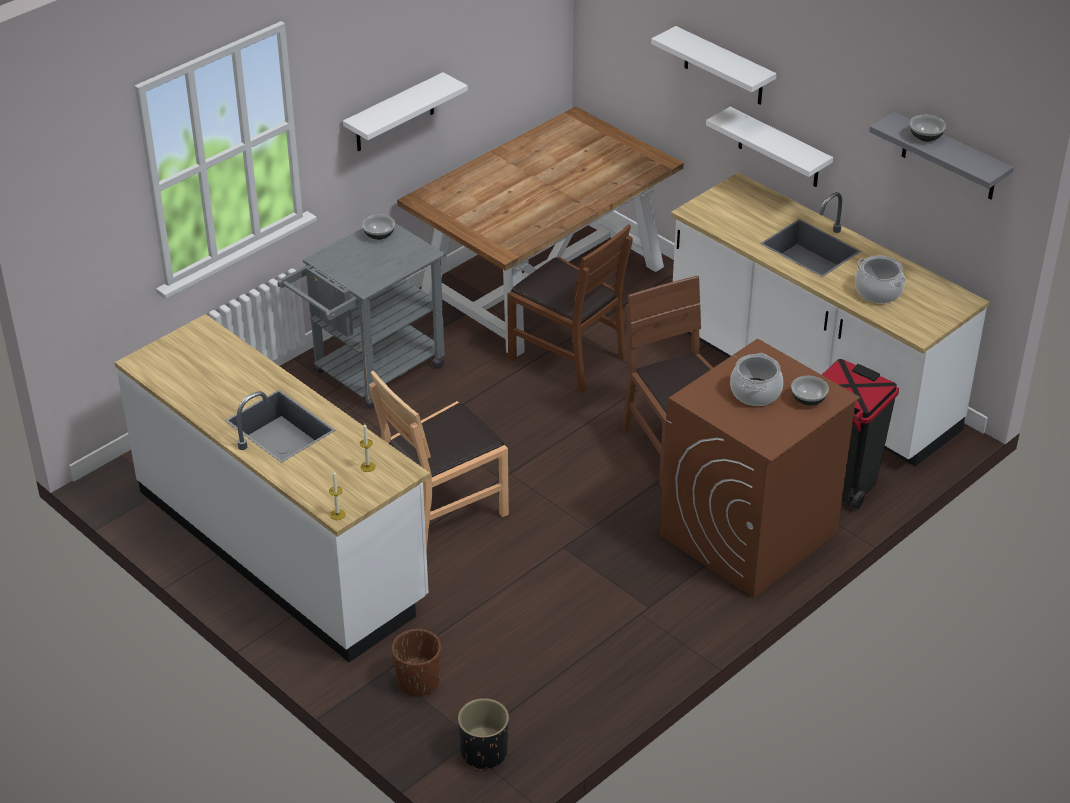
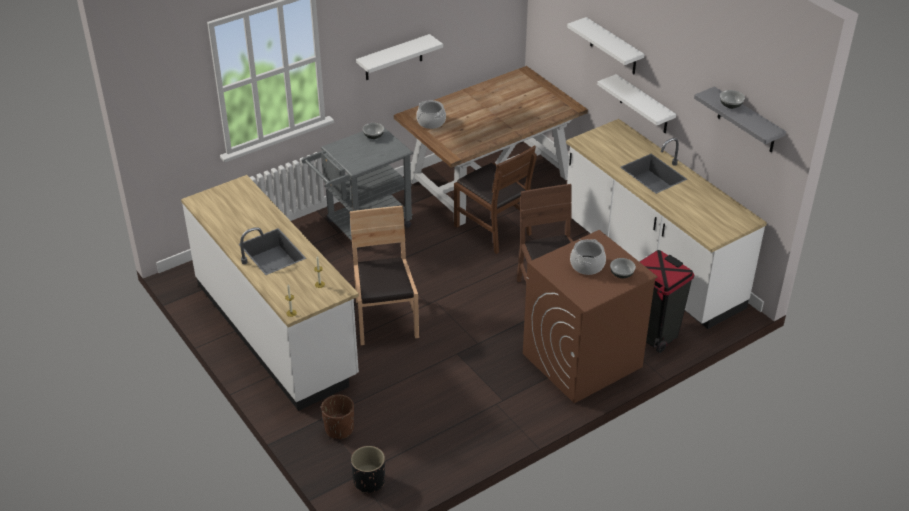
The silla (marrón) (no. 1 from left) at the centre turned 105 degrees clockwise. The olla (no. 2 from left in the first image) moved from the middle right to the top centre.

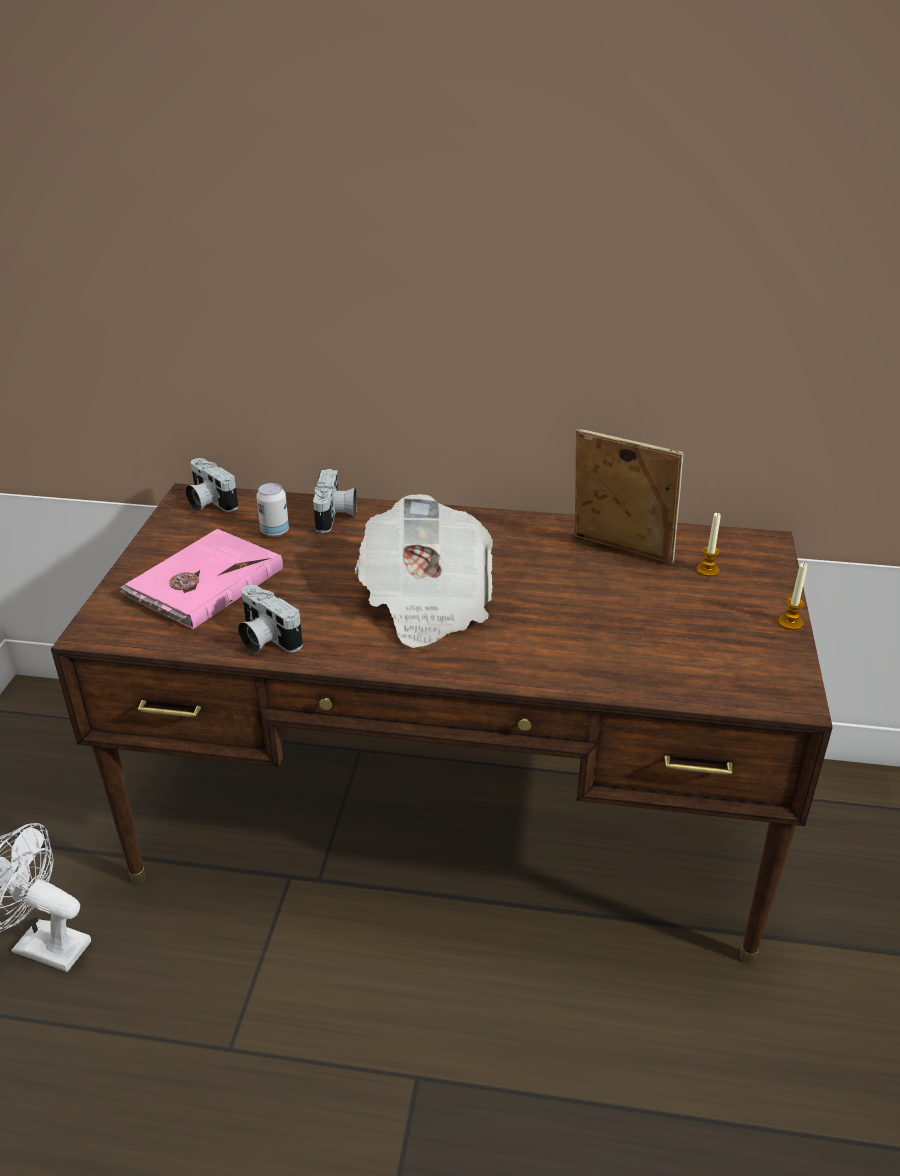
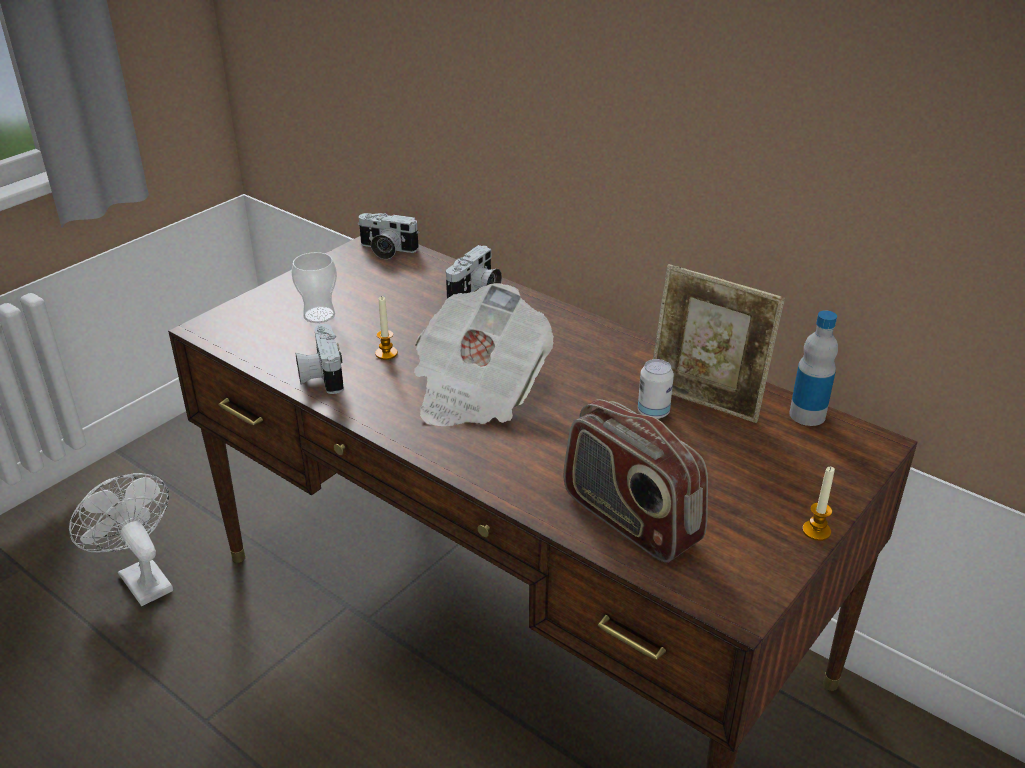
The libro (rosa) at the middle left was replaced by the taza at the middle left. The cámara (no. 1 from left in the first image) at the middle left turned 60 degrees counterclockwise. The lata moved from the middle left to the centre. The portarretratos at the middle right turned 150 degrees clockwise. The vela (no. 1 from left) moved from the middle right to the centre. The radio at the centre appeared. The botella at the middle right appeared.

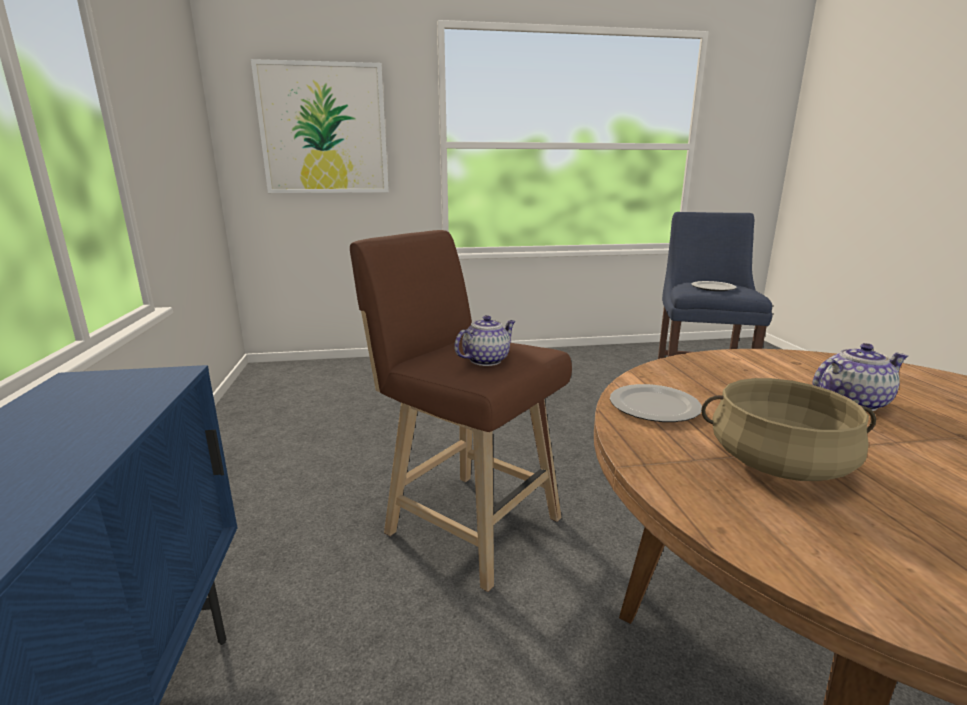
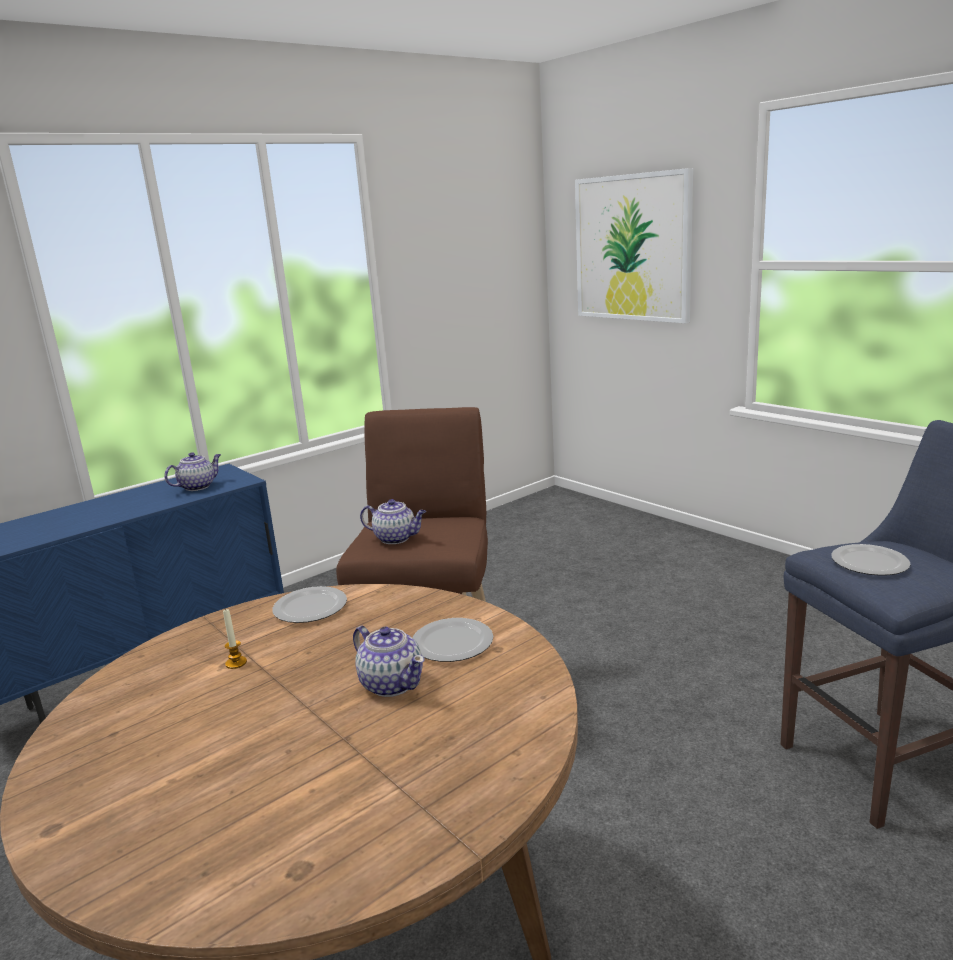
The olla (beis) at the middle right was replaced by the vela at the middle left. The tetera (no. 1 from left) at the middle left appeared. The plato (no. 2 from left) at the bottom centre appeared.

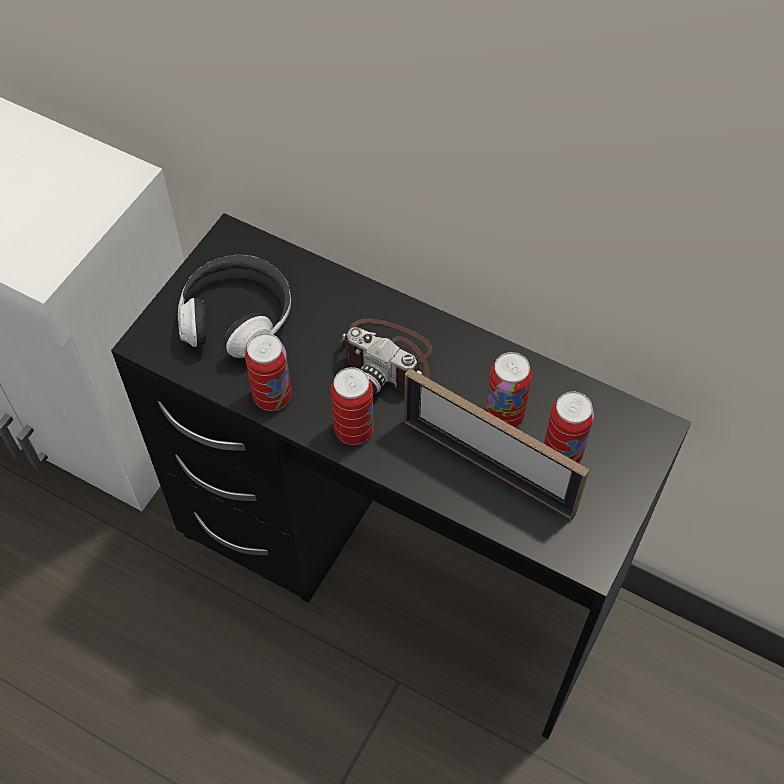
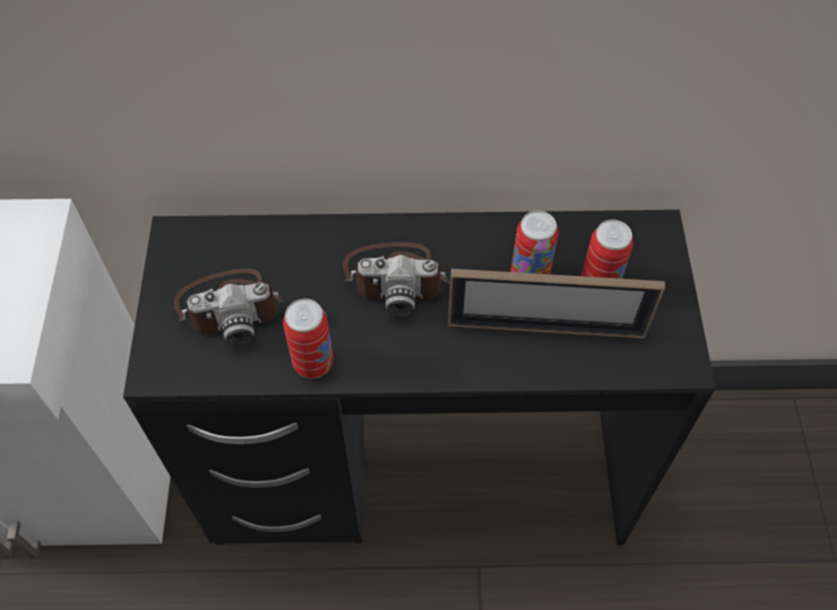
The auriculares at the middle left was replaced by the cámara (no. 1 from left) at the middle left. The lata (no. 2 from left) at the centre disappeared.

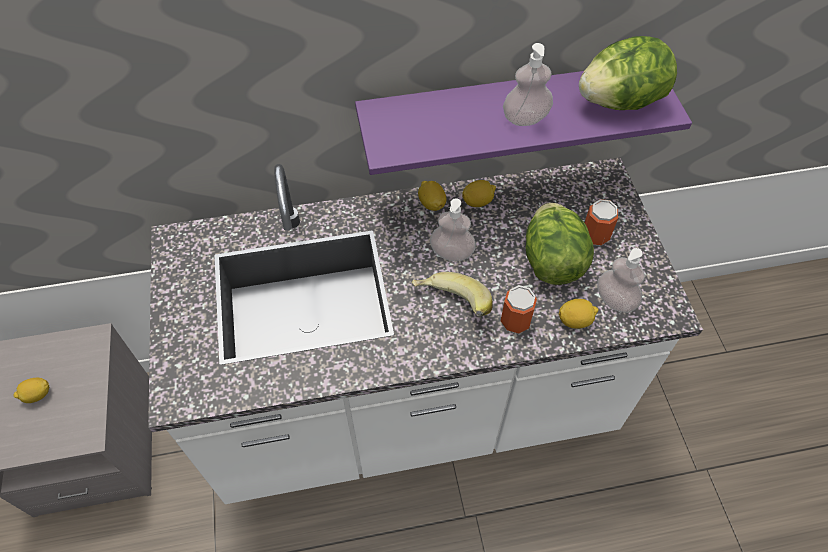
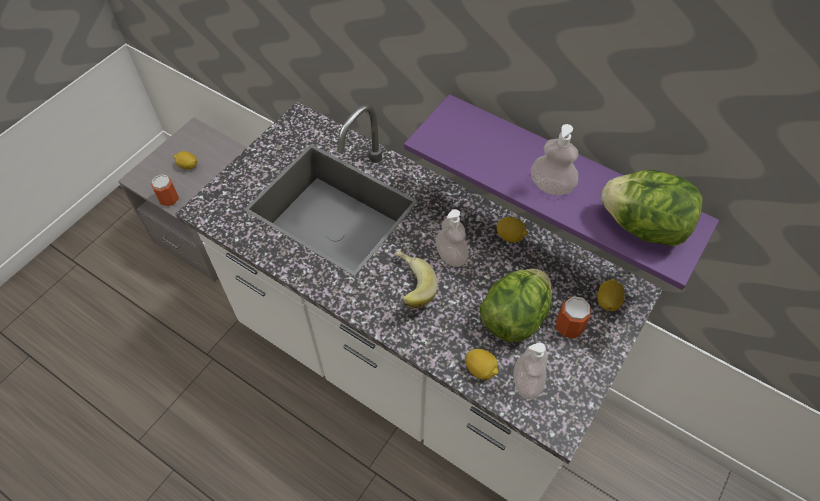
The limón (no. 2 from left in the first image) moved from the centre to the middle right. The lata (no. 1 from left) moved from the centre to the middle left.

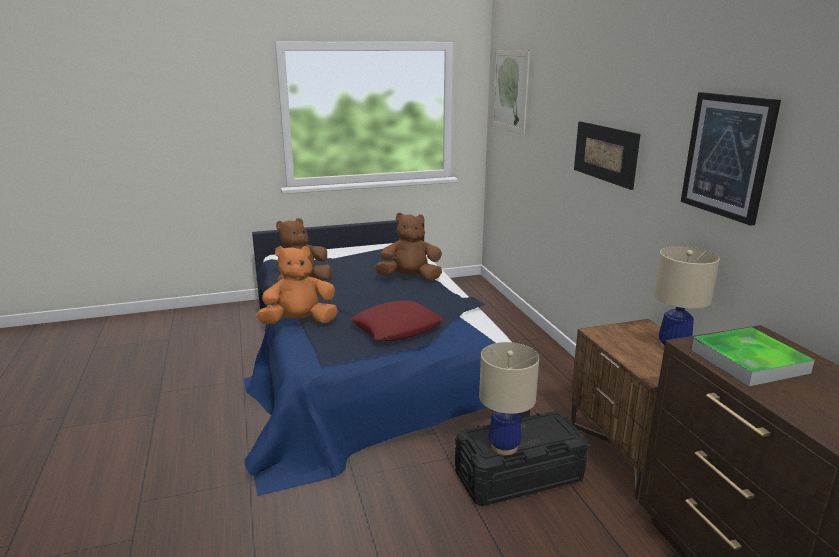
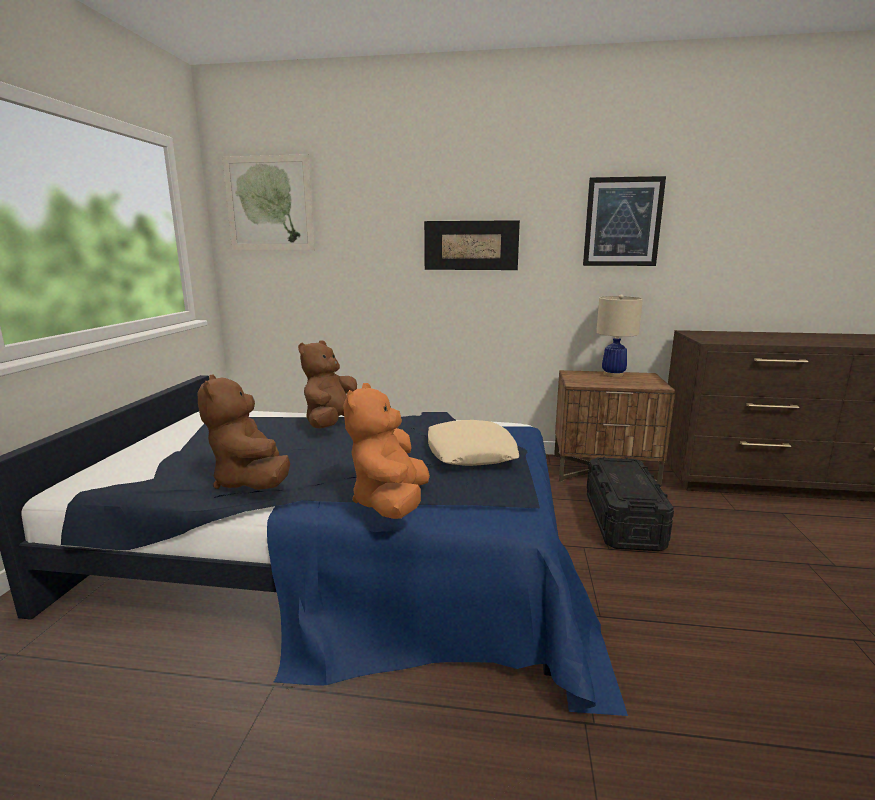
The cojín (rojo) at the centre became the cojín (beis) at the centre. The lámpara de mesa (beis) (no. 1 from left) at the bottom centre disappeared. The bandeja at the middle right disappeared.

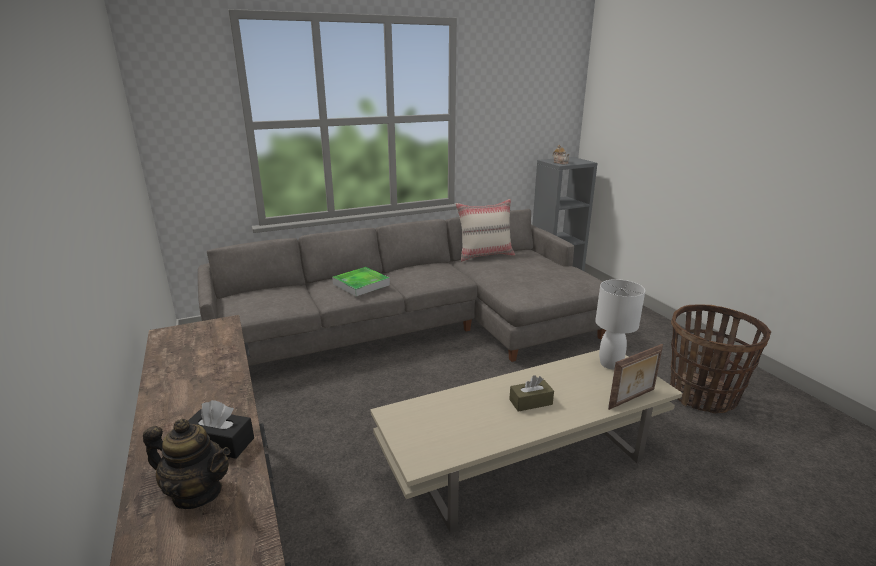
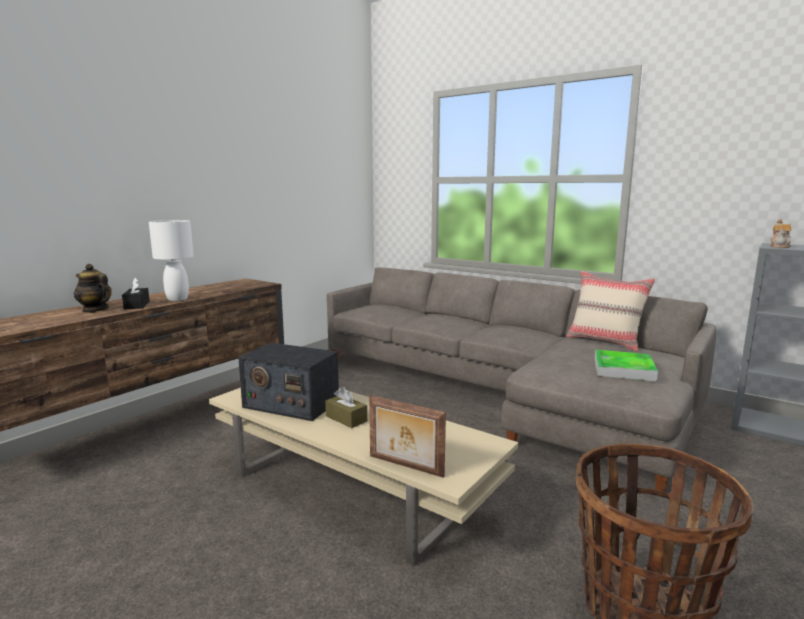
The tetera (no. 1 from left) at the bottom left turned 135 degrees clockwise. The bandeja moved from the centre to the middle right. The lámpara de mesa (blanco) moved from the middle right to the middle left. The radio at the centre appeared.

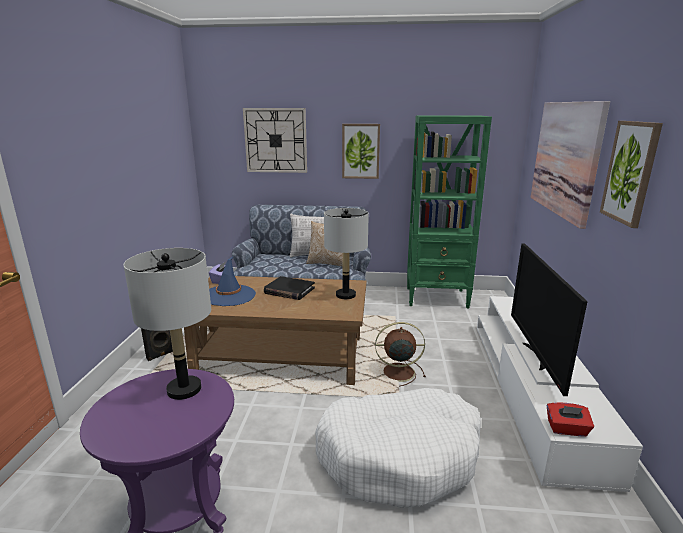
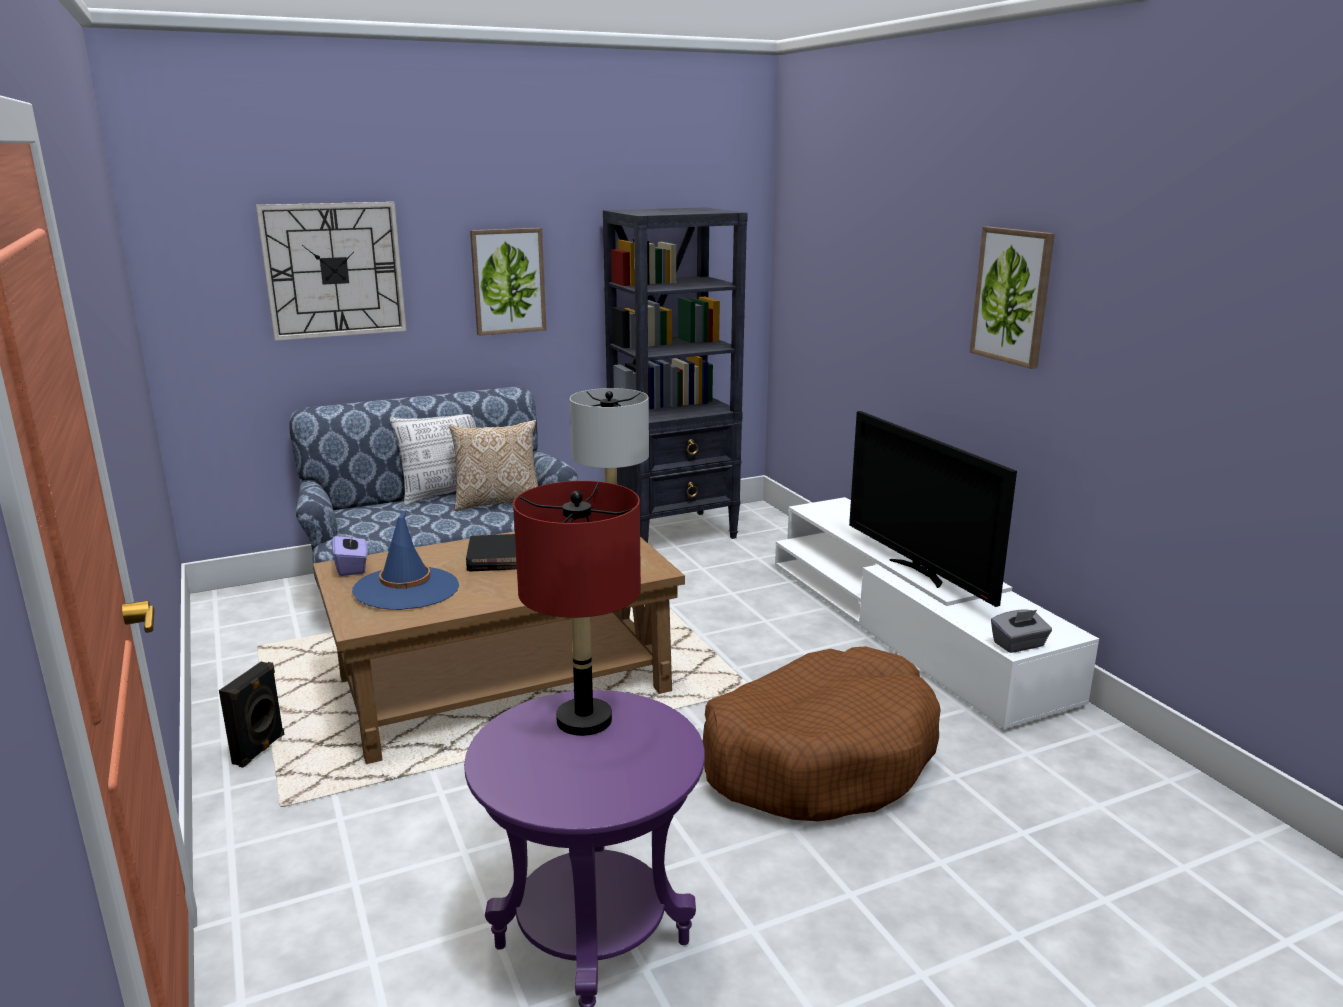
The lámpara de mesa (gris) (no. 1 from left) at the middle left became the lámpara de mesa (rojo) at the centre. The cama para perro (blanco) at the bottom centre became the cama para perro (marrón) at the bottom centre. The ventilador (marrón) at the centre disappeared. The estantería (verde) at the centre became the estantería (negro) at the centre. The cuadro (no. 2 from left) at the top right disappeared. The caja de pañuelos (rojo) at the bottom right became the caja de pañuelos (gris) at the middle right.

